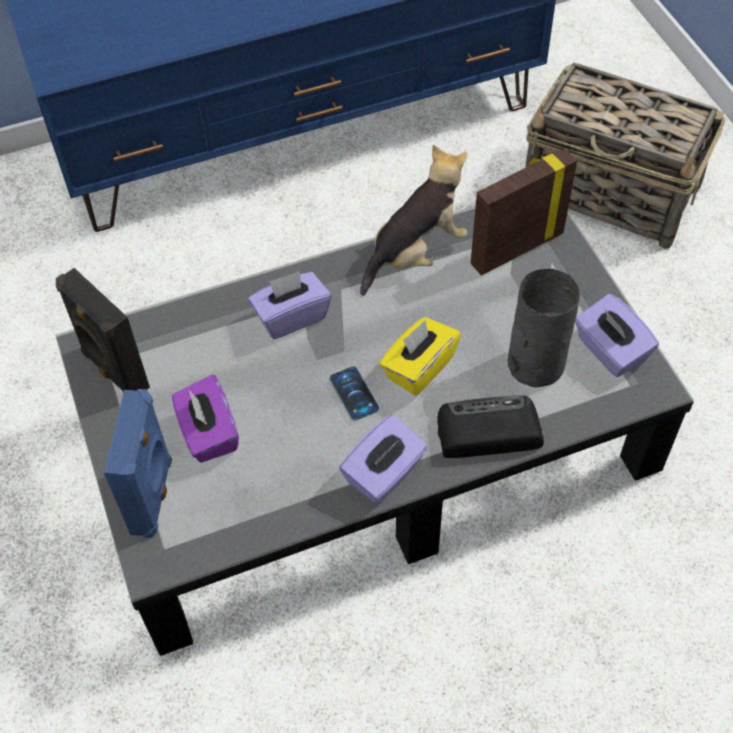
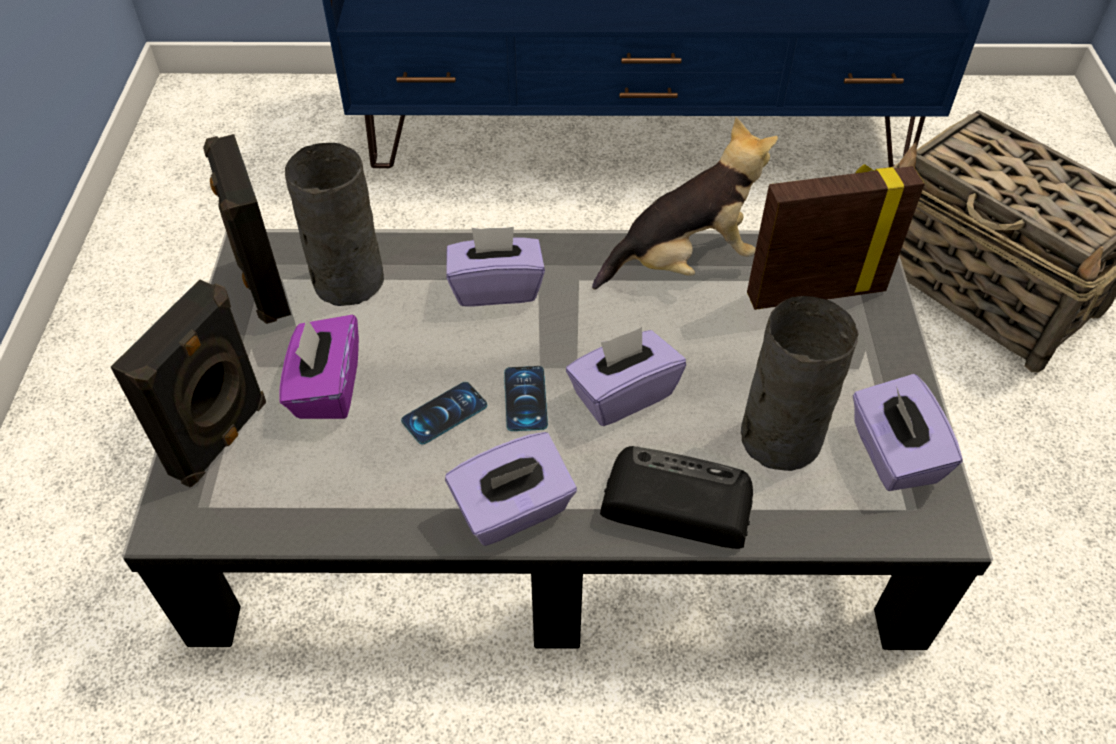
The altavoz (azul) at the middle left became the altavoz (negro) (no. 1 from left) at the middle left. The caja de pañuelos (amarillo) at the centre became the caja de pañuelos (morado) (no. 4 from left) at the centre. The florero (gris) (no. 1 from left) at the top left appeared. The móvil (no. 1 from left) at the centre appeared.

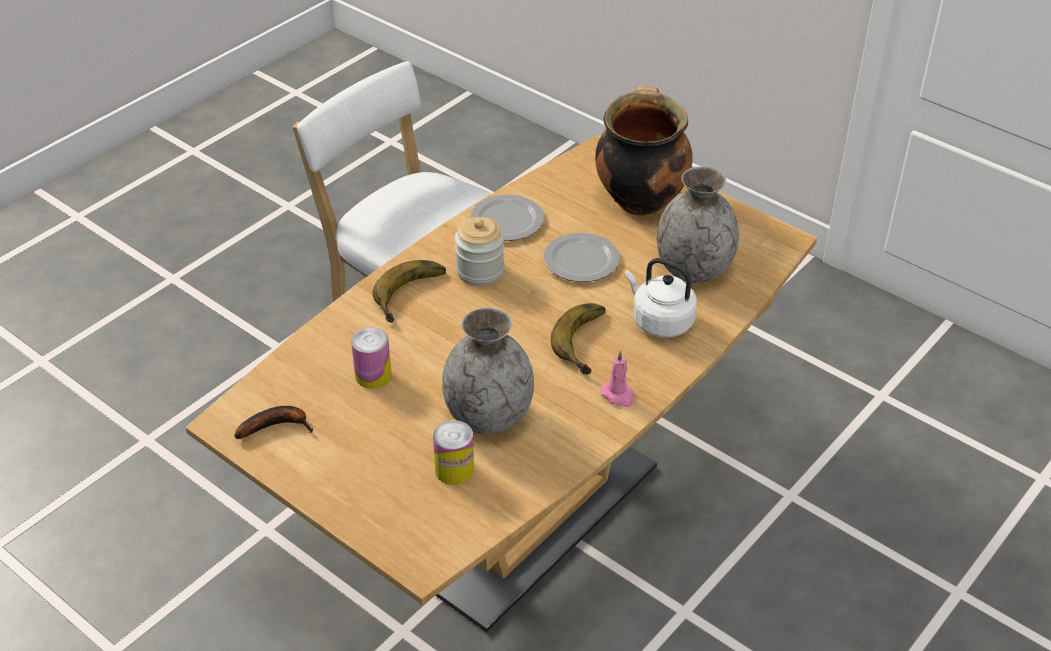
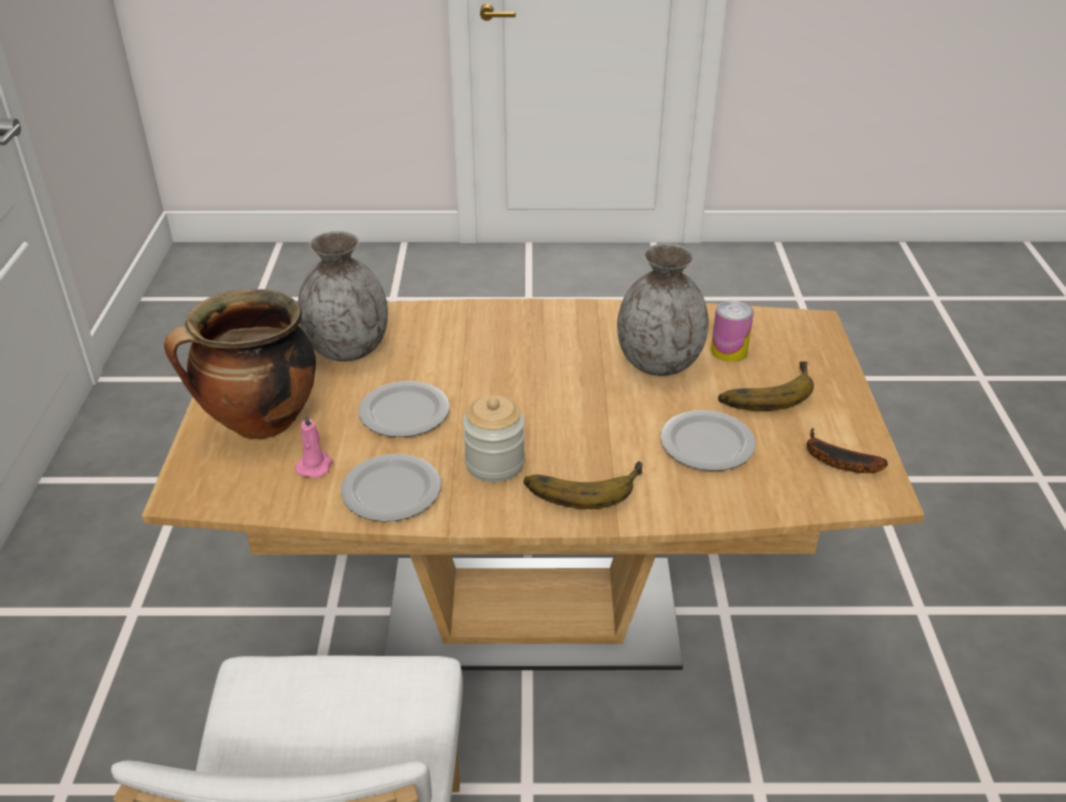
The lata (no. 1 from left) at the centre was replaced by the plato (no. 3 from left) at the centre. The plátano (no. 3 from left in the first image) moved from the centre to the middle right. The vela (rosa) moved from the centre to the middle left. The hervidor (blanco) at the centre disappeared.

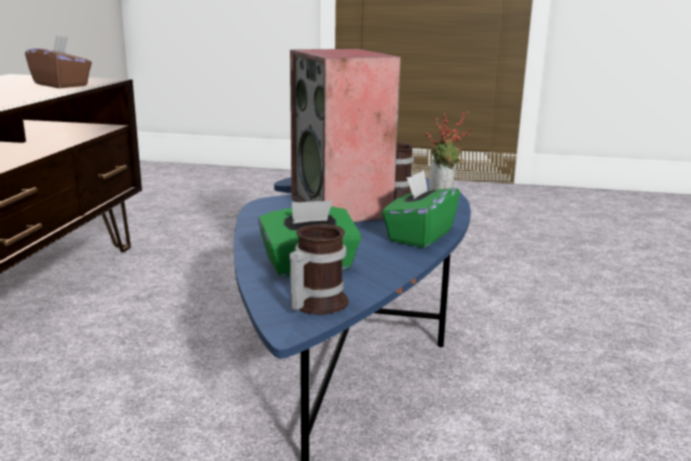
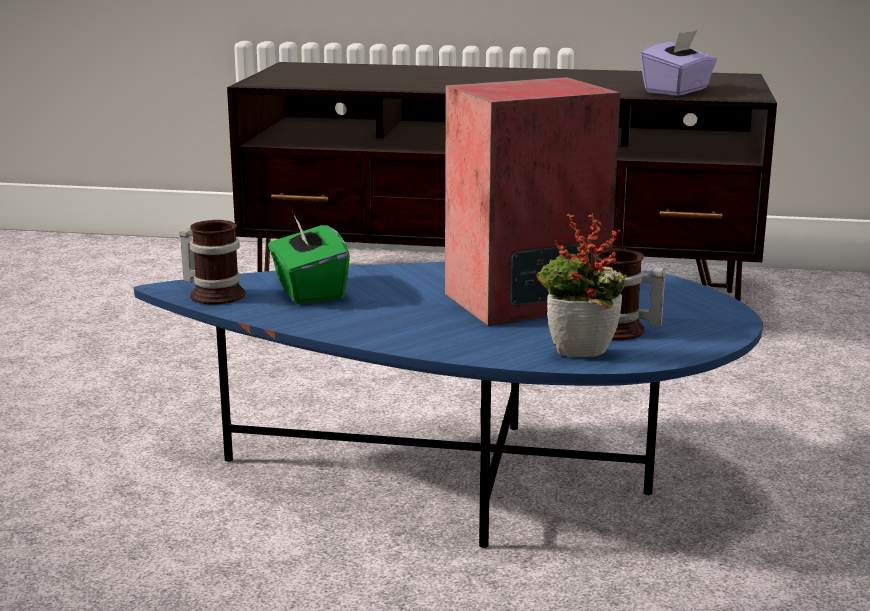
The caja de pañuelos (marrón) at the top left became the caja de pañuelos (morado) at the top right. The caja de pañuelos (verde) (no. 2 from left) at the centre disappeared.

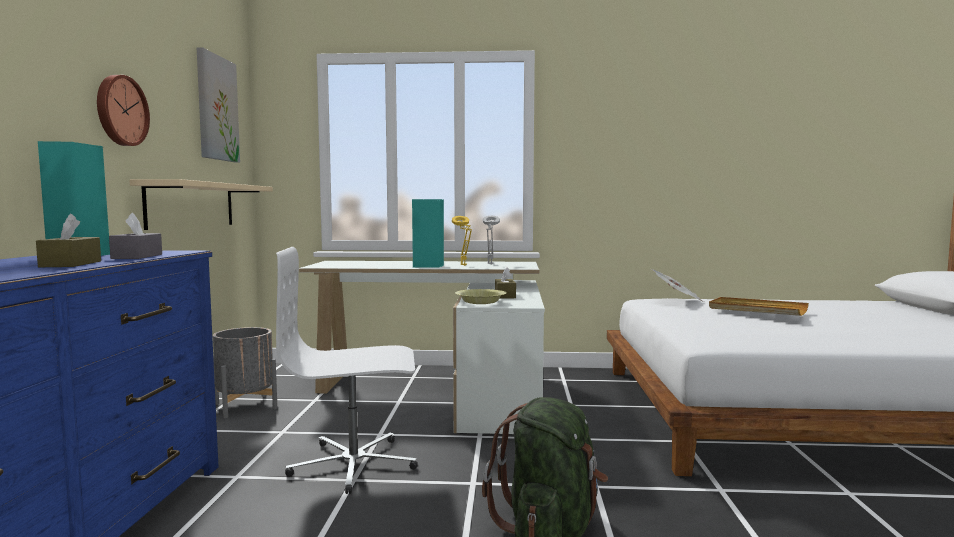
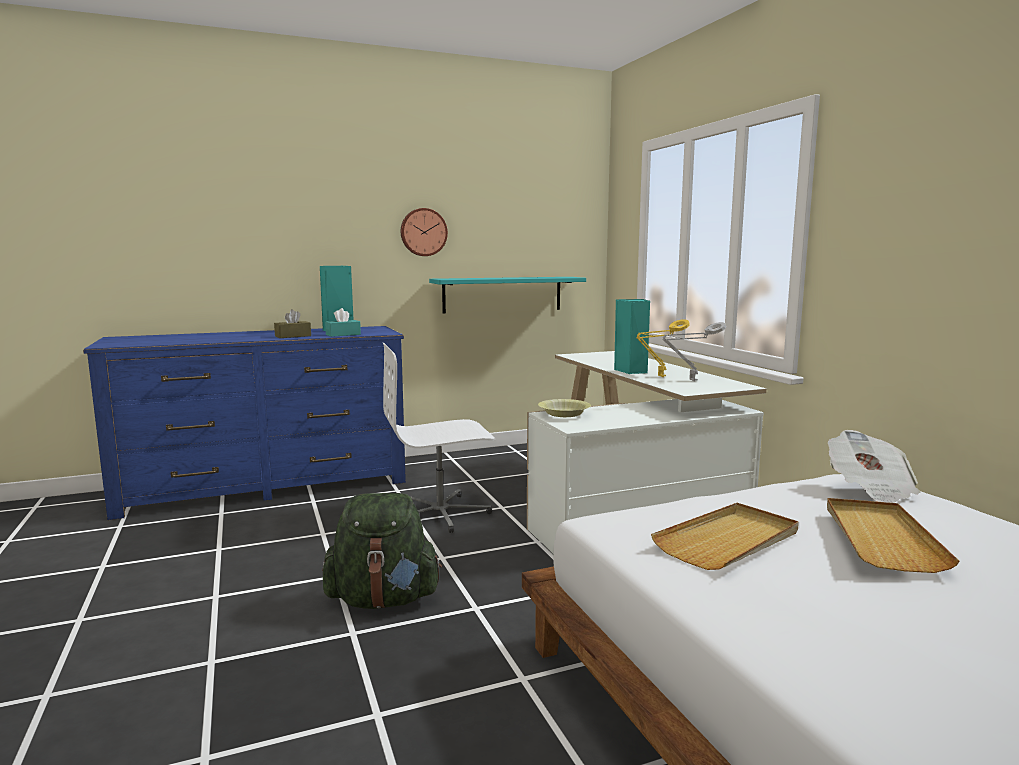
The caja de pañuelos (gris) at the middle left became the caja de pañuelos (turquesa) at the centre. The estante (beis) at the middle left became the estante (turquesa) at the centre. The cuadro at the top left disappeared. The maceta (gris) at the bottom left disappeared. The silla de oficina (blanco) at the bottom centre turned 75 degrees counterclockwise. The caja de pañuelos (marrón) (no. 2 from left) at the centre disappeared. The bandeja (beis) (no. 1 from left) at the bottom right appeared.

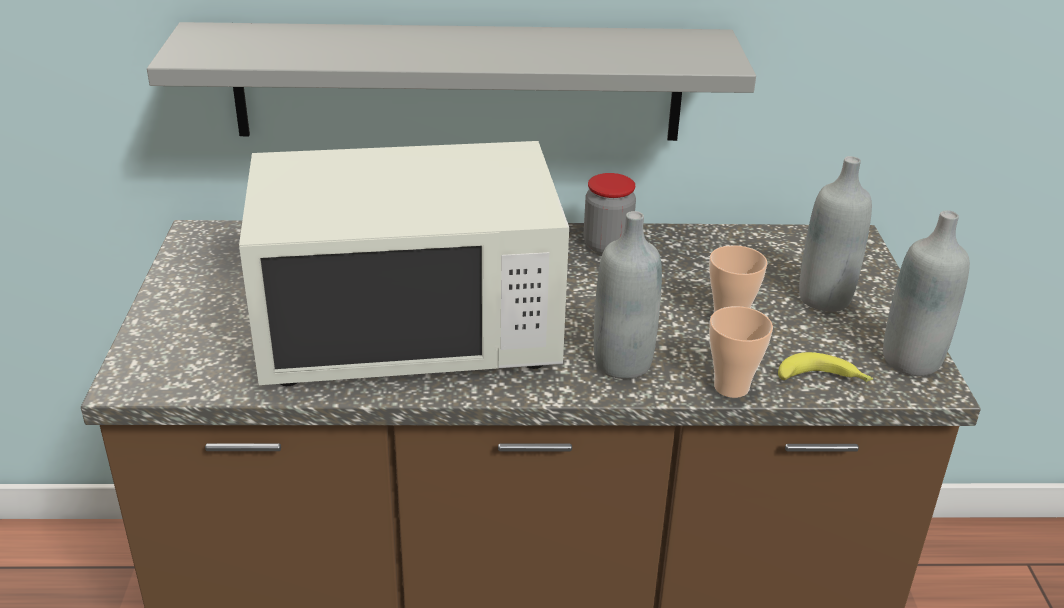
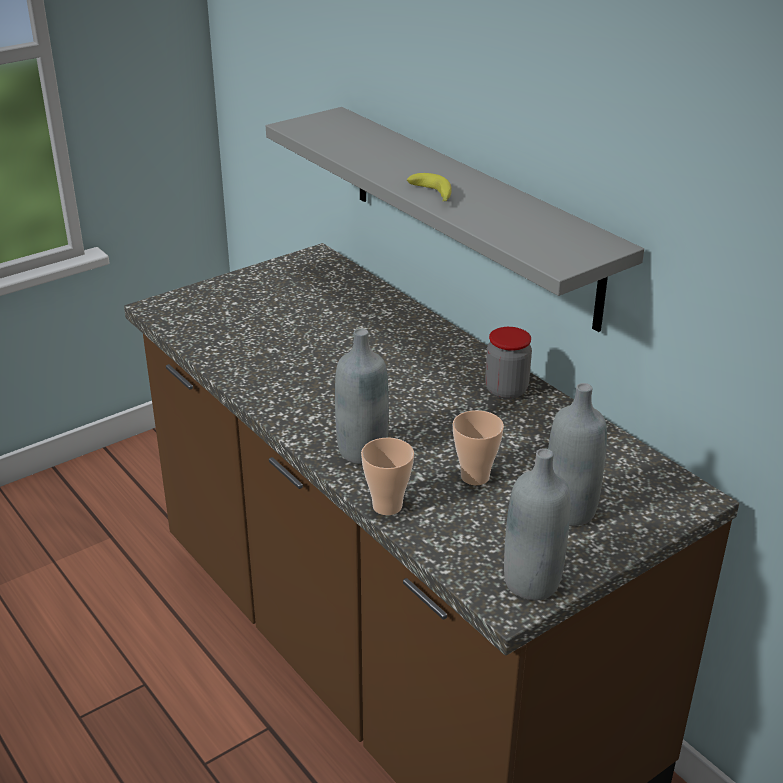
The microondas (blanco) at the centre disappeared. The plátano moved from the middle right to the top centre.

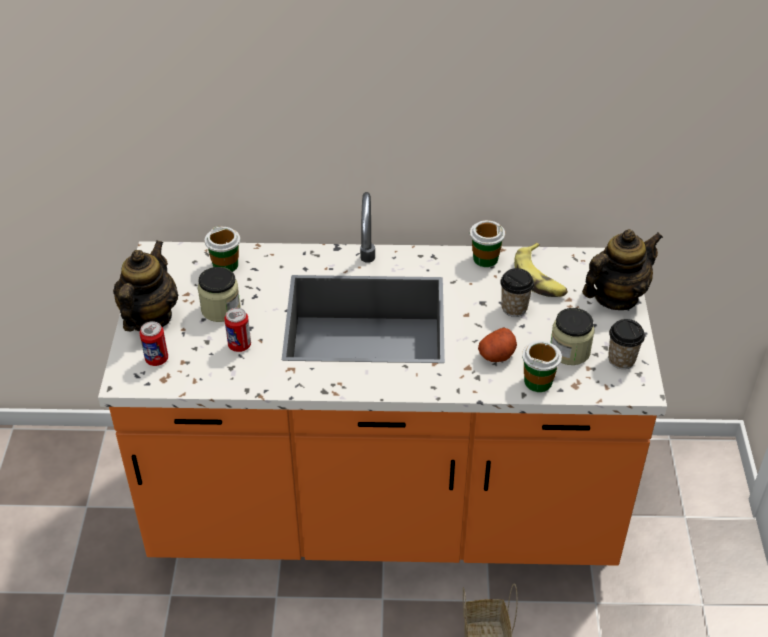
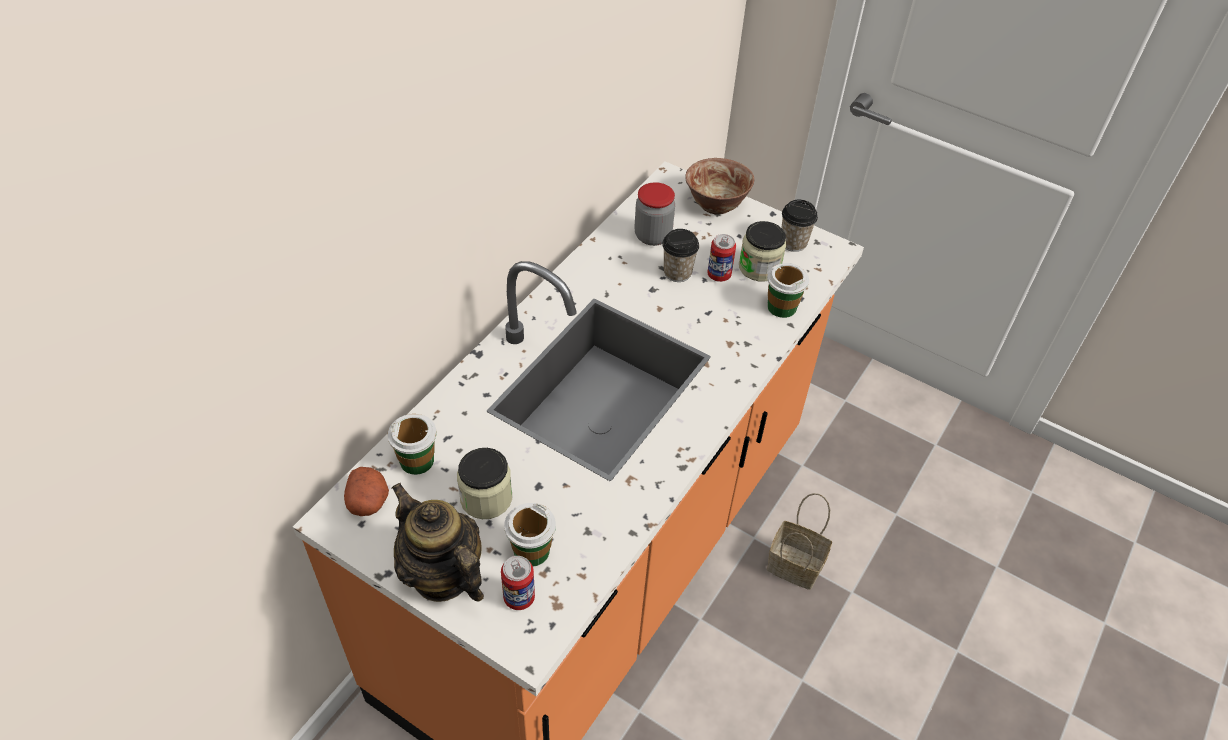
The lata (no. 2 from left) moved from the middle left to the centre. The taza (no. 2 from left) moved from the centre to the bottom centre. The patata moved from the centre to the middle left. The plátano at the middle right was replaced by the tarro (no. 2 from left) at the top centre. The tetera (no. 2 from left) at the middle right was replaced by the cuenco at the top centre.

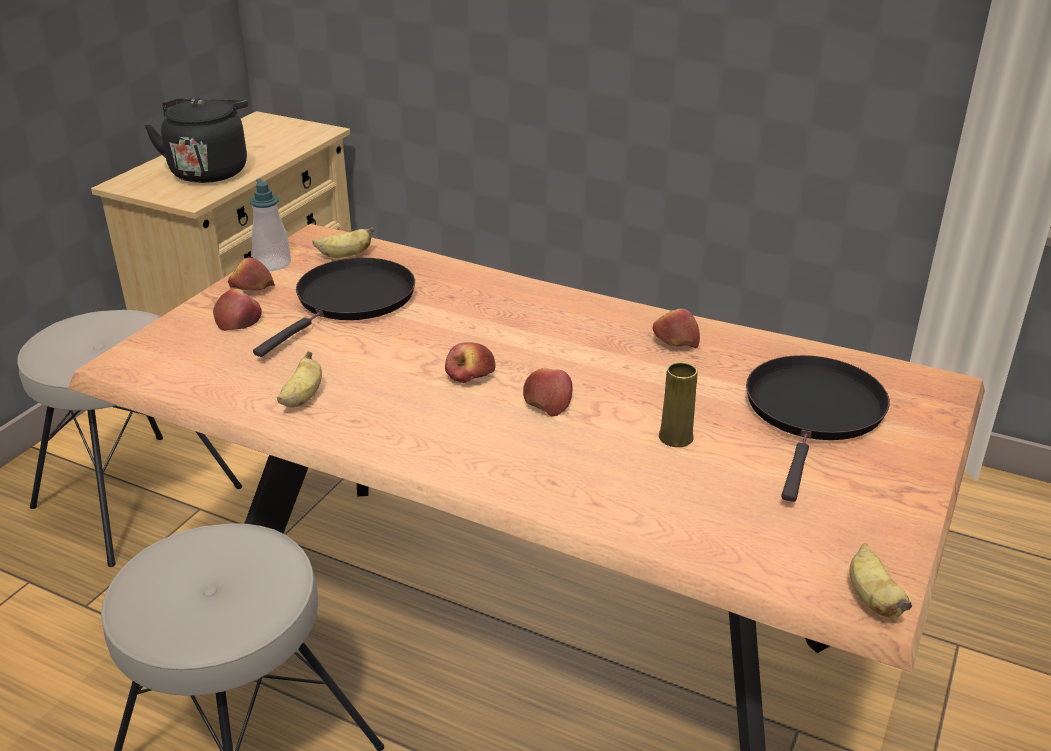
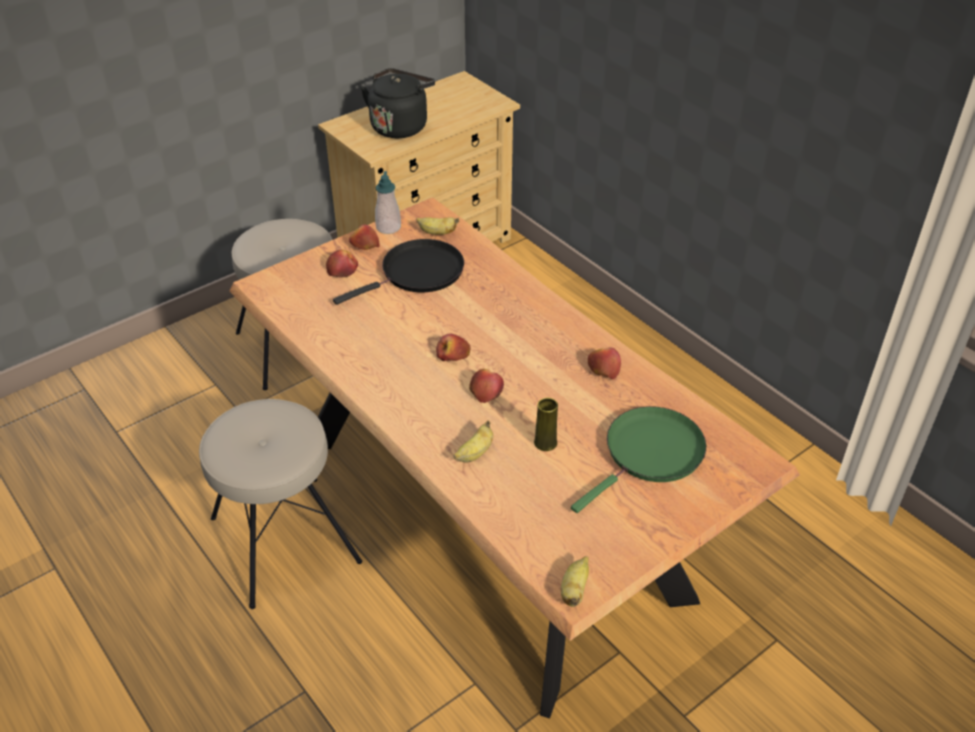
The plátano (no. 1 from left in the first image) moved from the middle left to the centre. The sartén (negro) (no. 2 from left) at the middle right became the sartén (verde) at the centre.

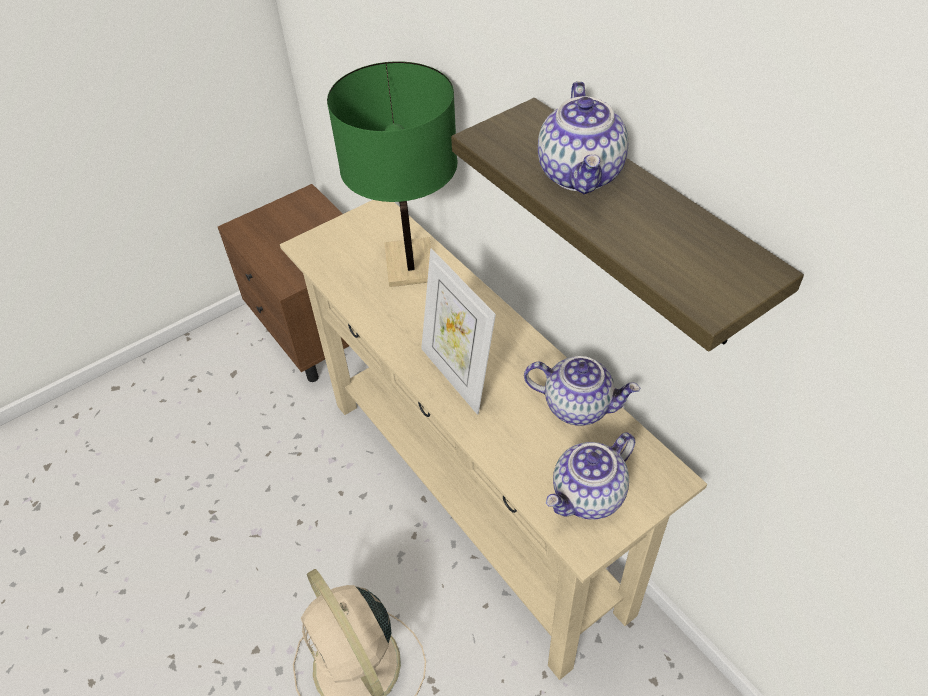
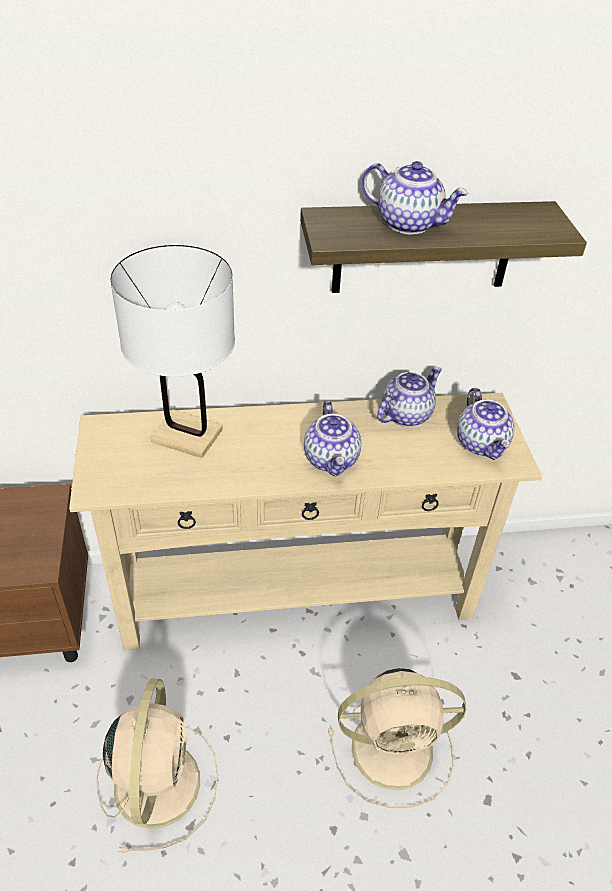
The lámpara de mesa (verde) at the top centre became the lámpara de mesa (blanco) at the middle left. The portarretratos at the centre was replaced by the tetera (no. 1 from left) at the centre. The ventilador (beis) (no. 1 from left) at the bottom left appeared.

